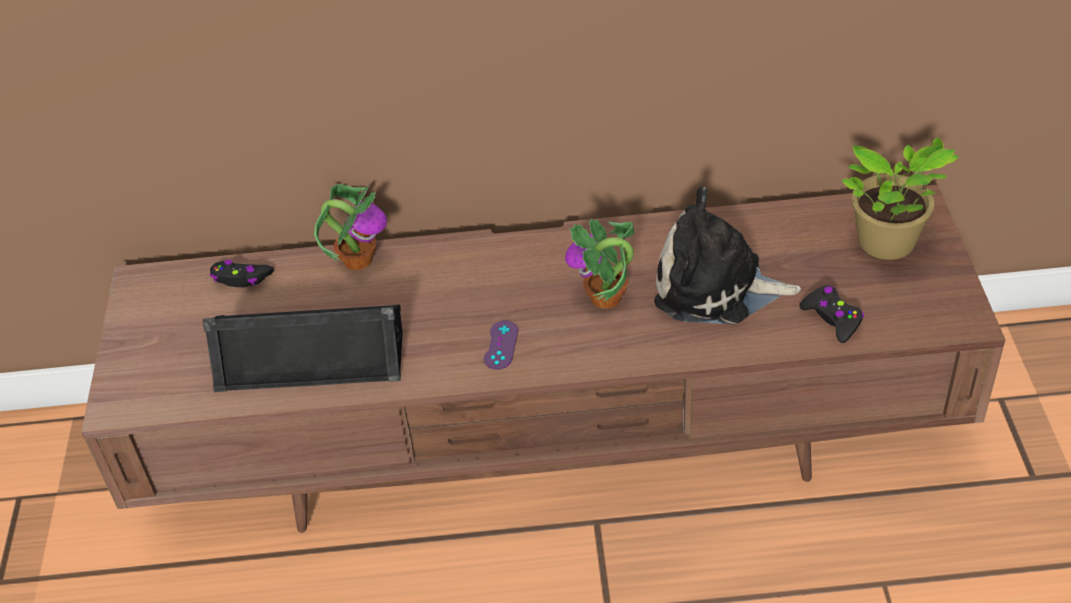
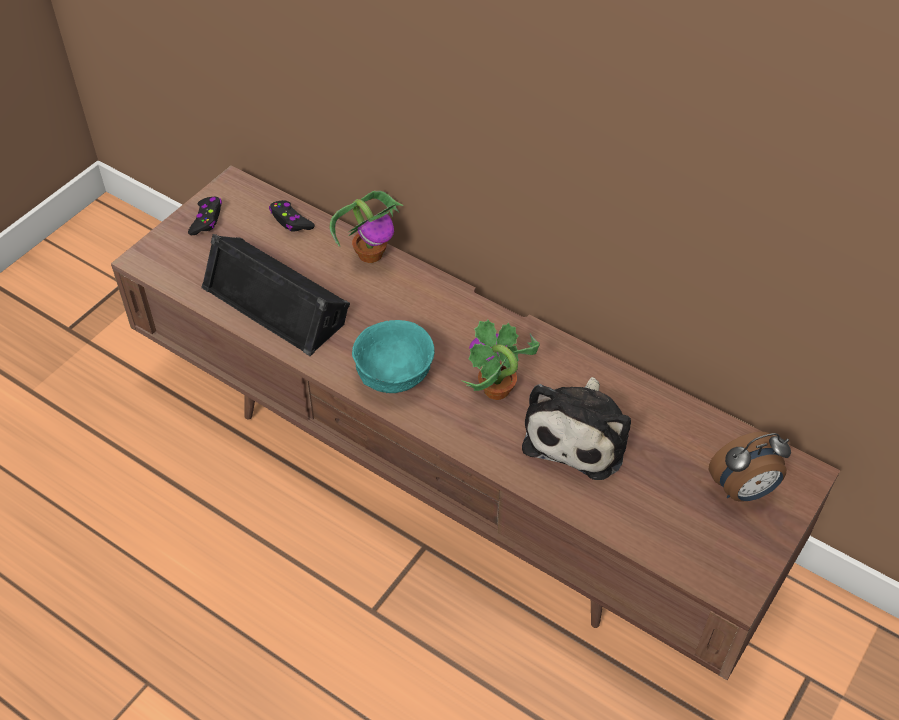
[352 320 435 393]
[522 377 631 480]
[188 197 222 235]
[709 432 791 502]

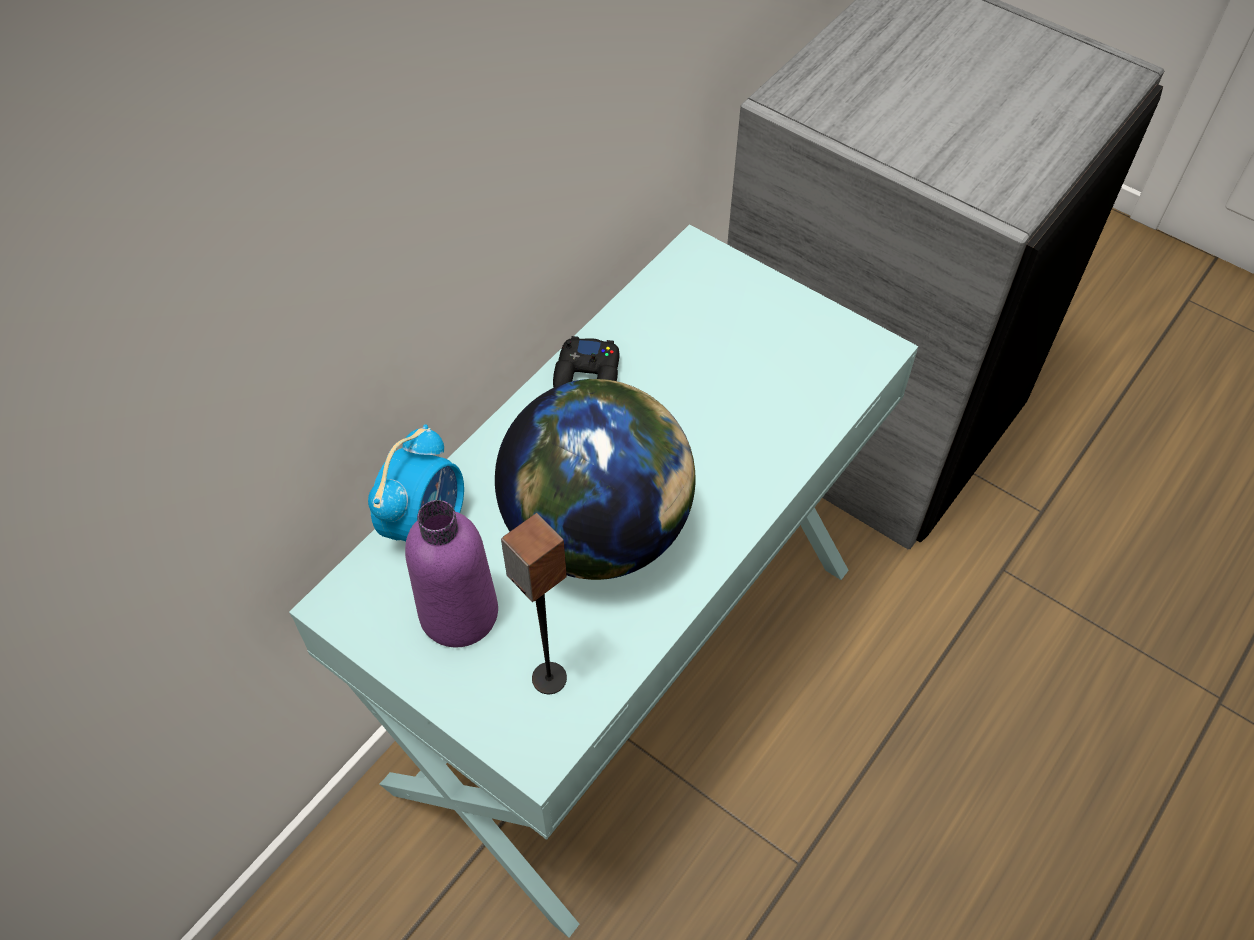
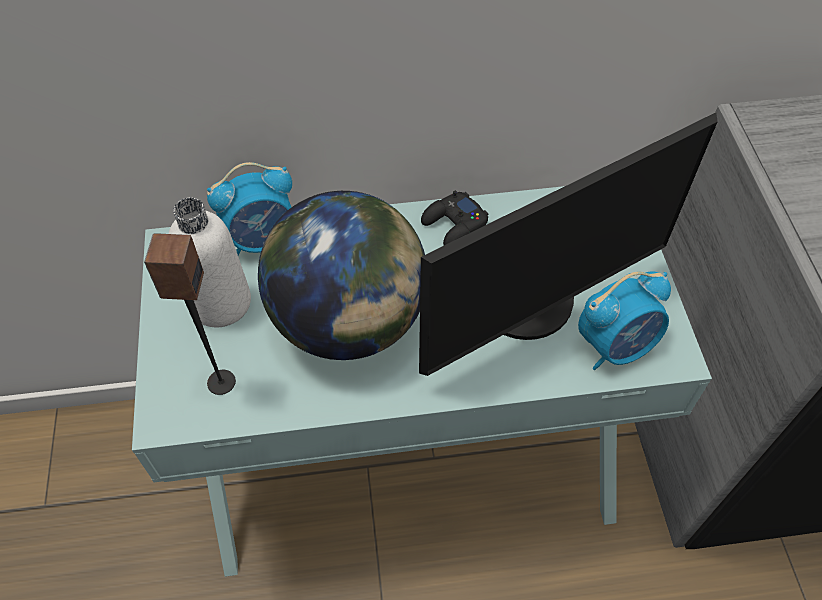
[169 198 251 327]
[419 113 718 376]
[578 271 671 370]

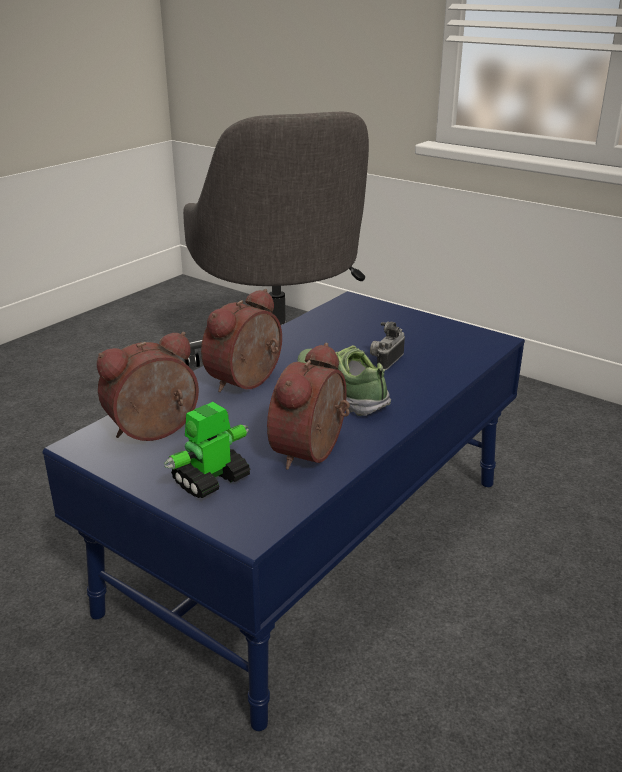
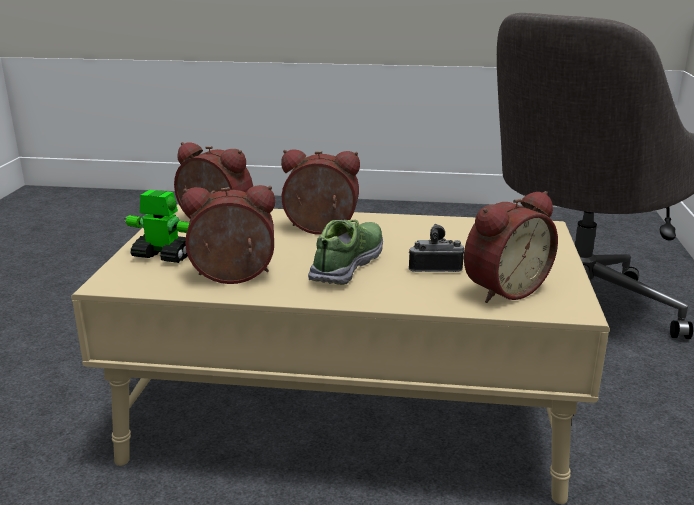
[71 204 610 504]
[464 191 558 303]

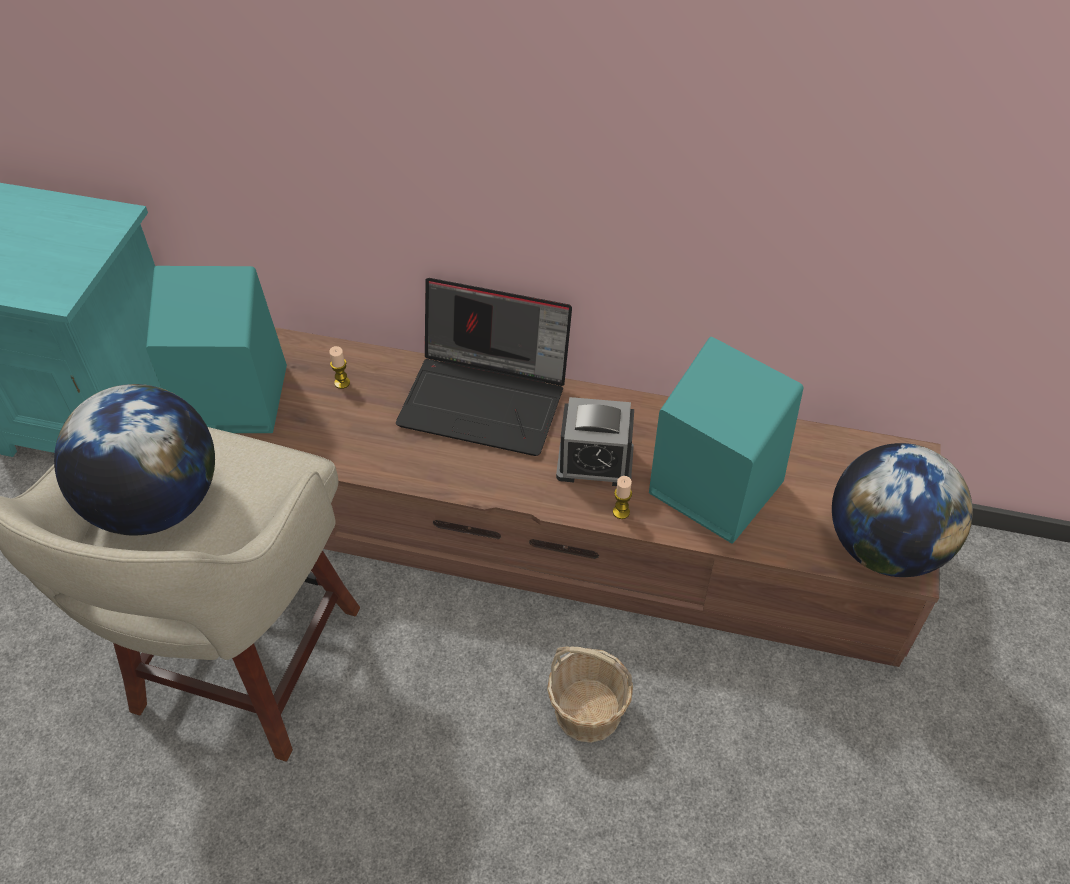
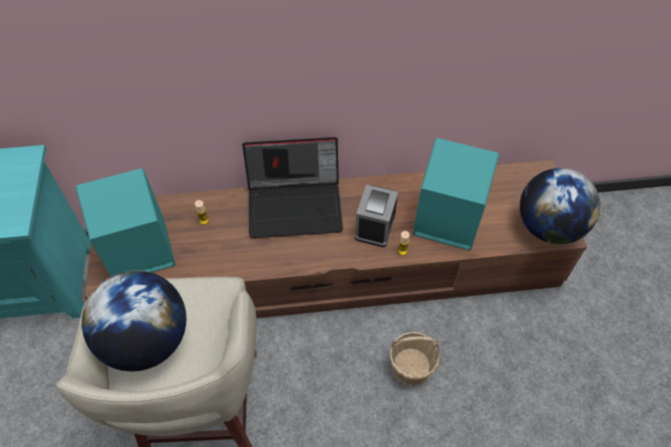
[355 185 398 247]

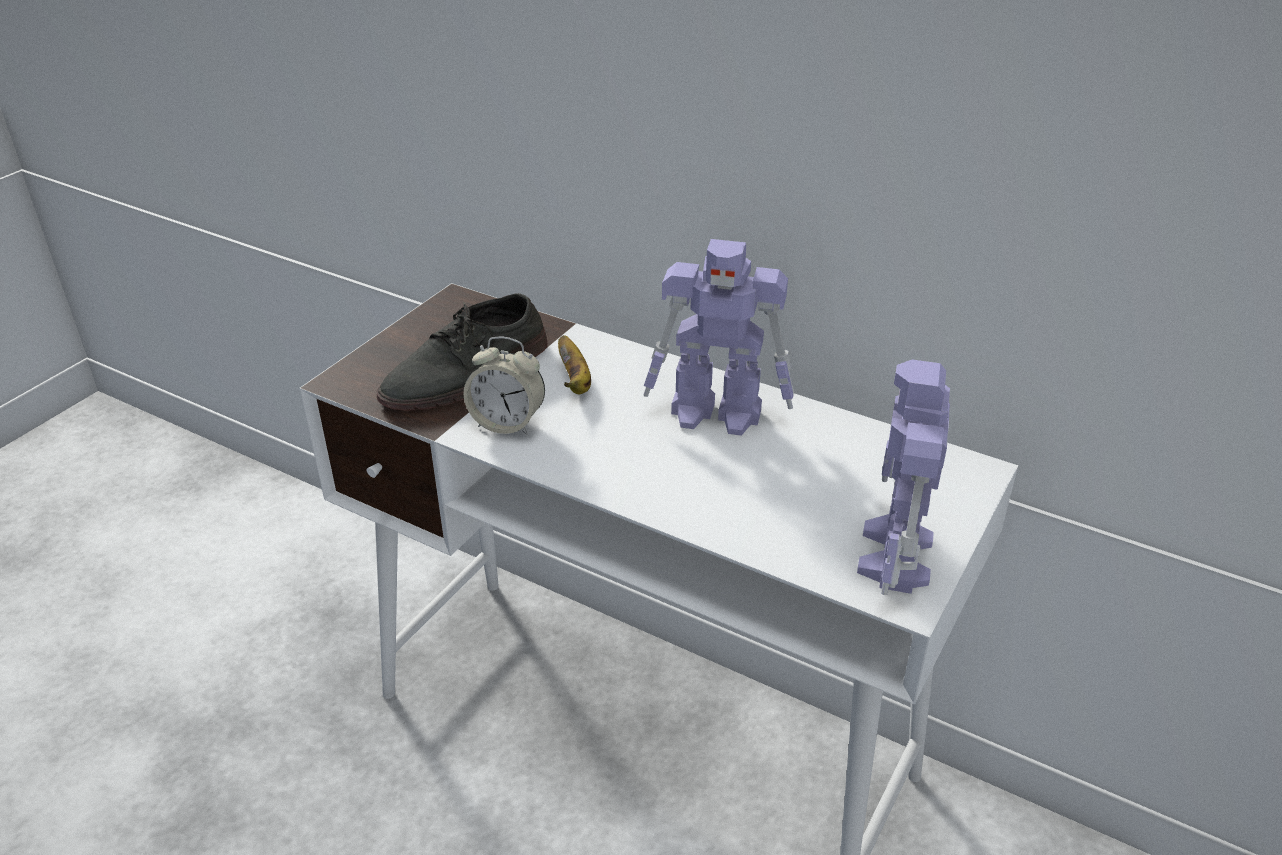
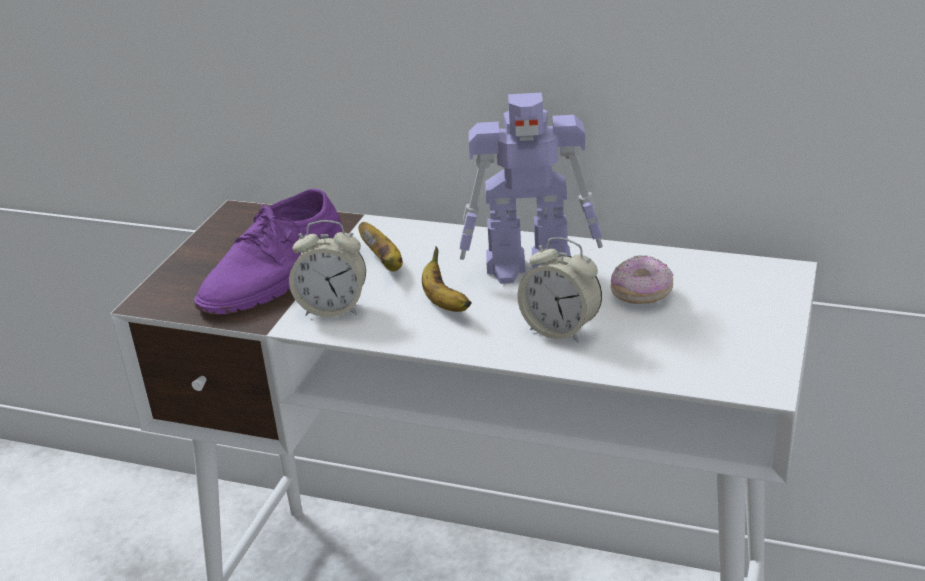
[194 189 342 315]
[857 360 950 595] (first image)
[422 246 472 312]
[517 237 602 343]
[611 255 673 304]

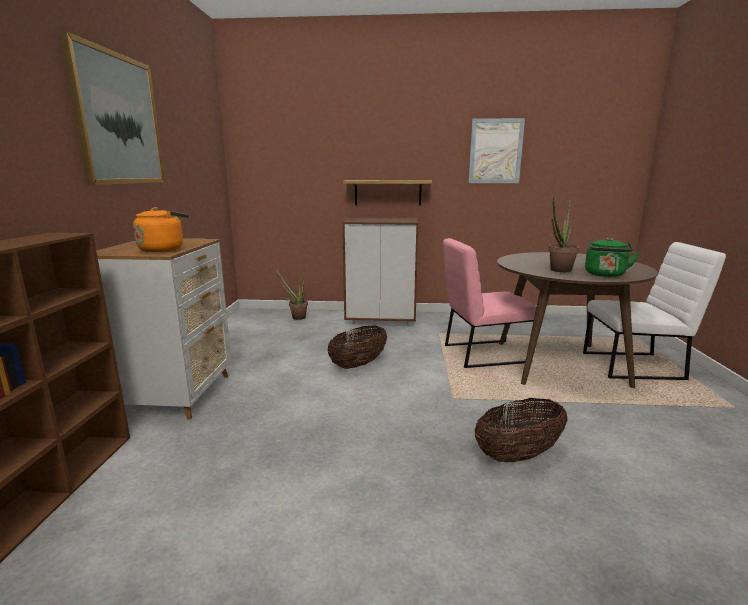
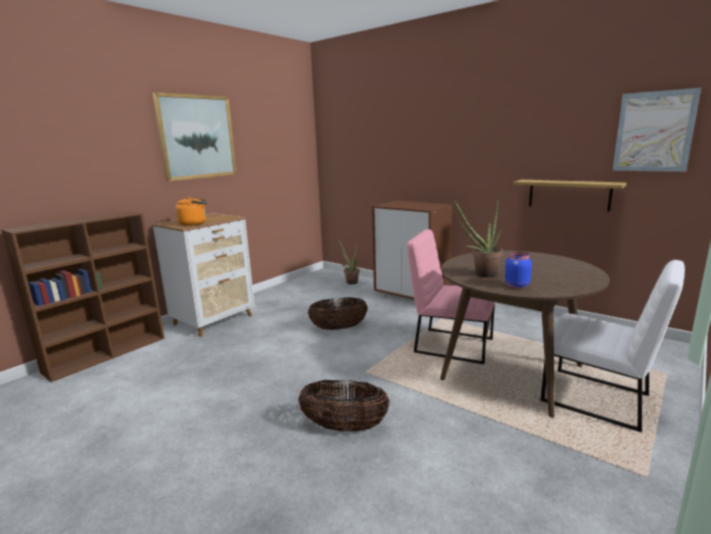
[513 180 627 211]
[613 88 701 172]
[504 252 532 289]

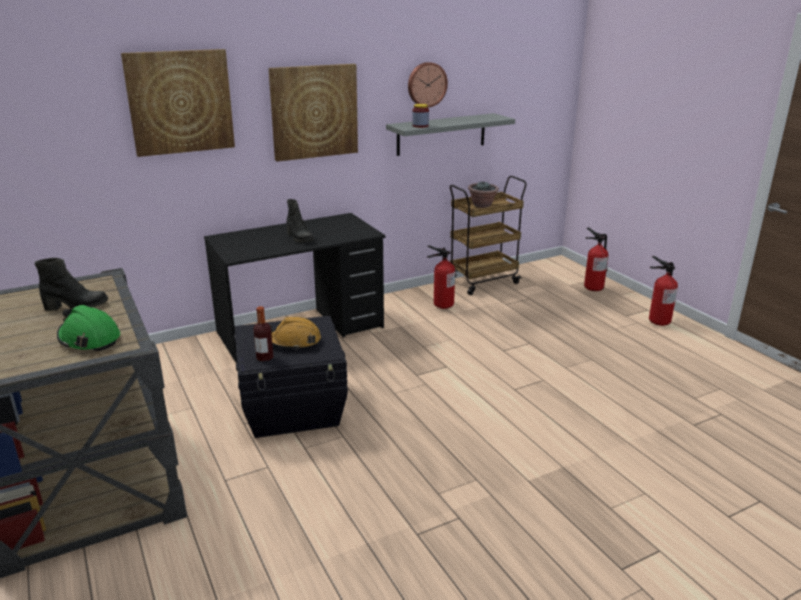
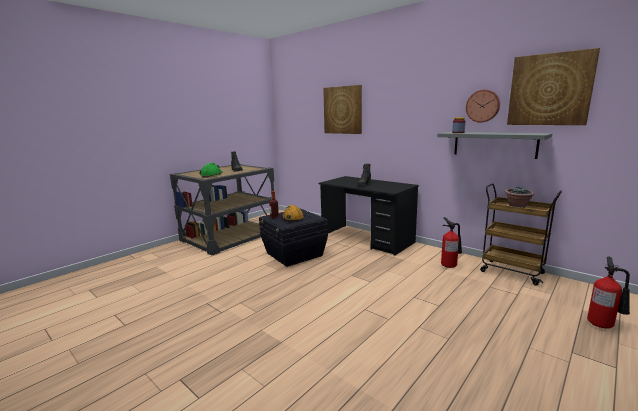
[507 48 600 125]
[649 256 678 326] (first image)

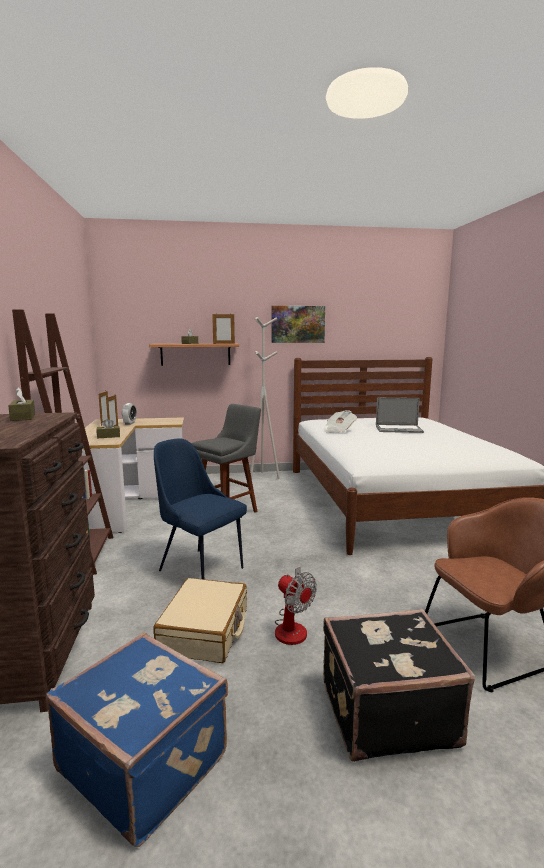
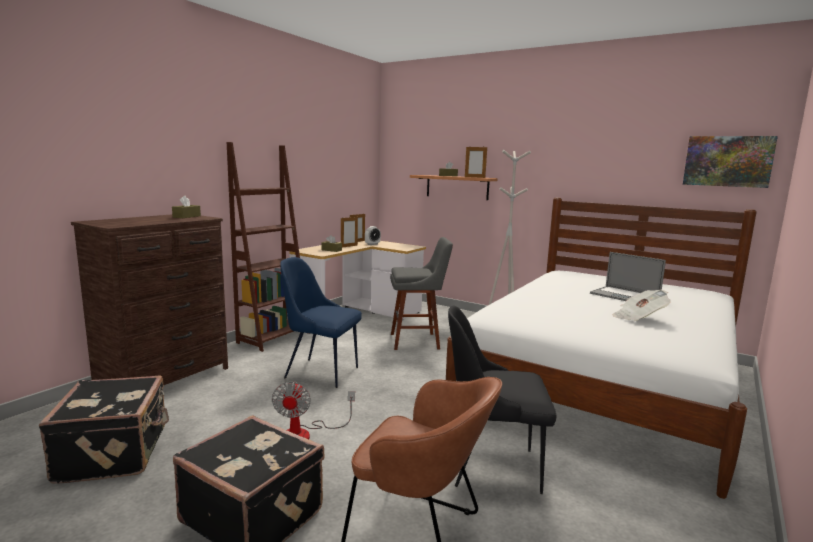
[39 375 169 484]
[153 578 247 663] (first image)
[280 257 362 388]
[683 136 778 188]
[613 290 670 321]
[448 306 557 494]

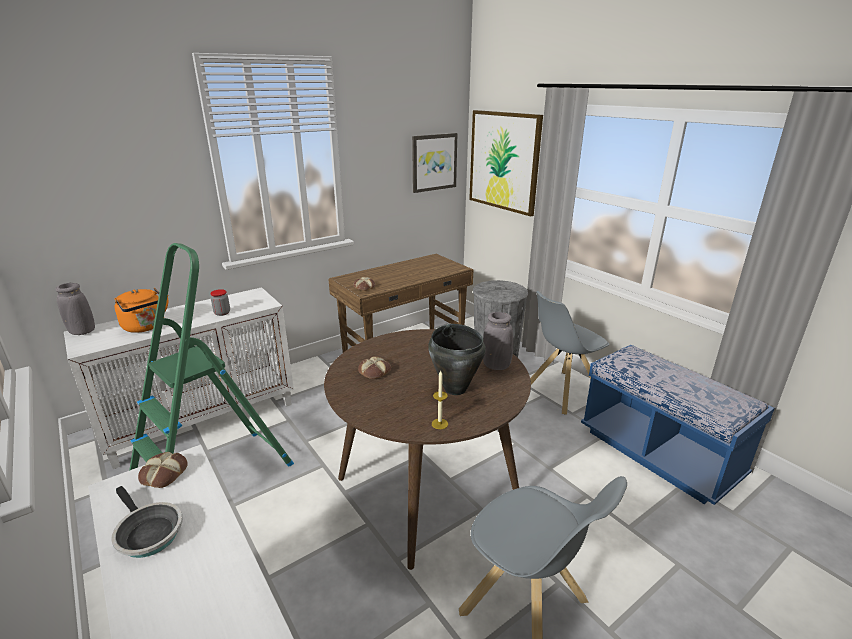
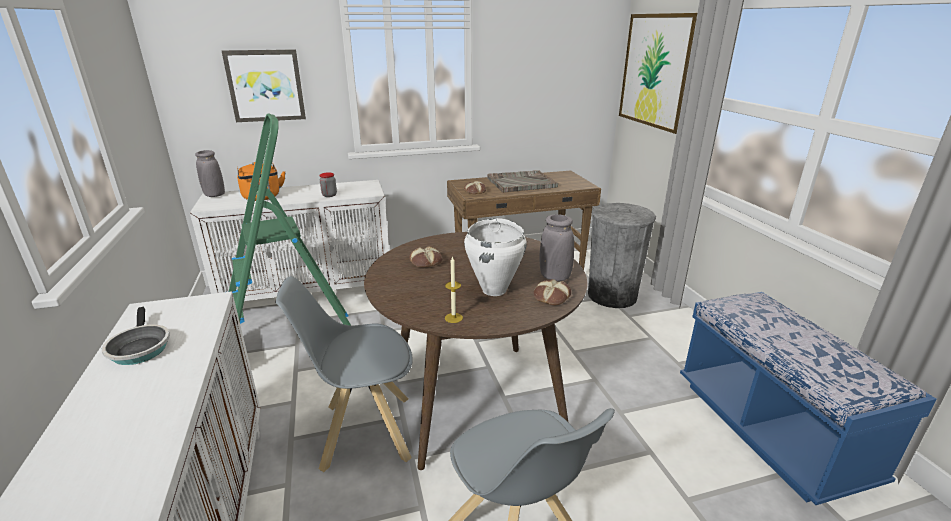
[534 279 571 306]
[222 49 306 122]
[464 218 527 296]
[275 276 413 472]
[487 170 558 193]

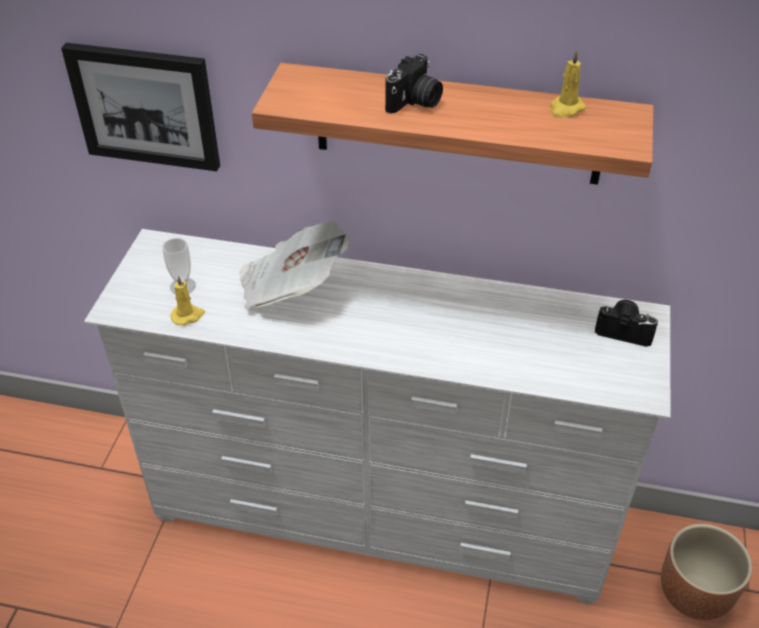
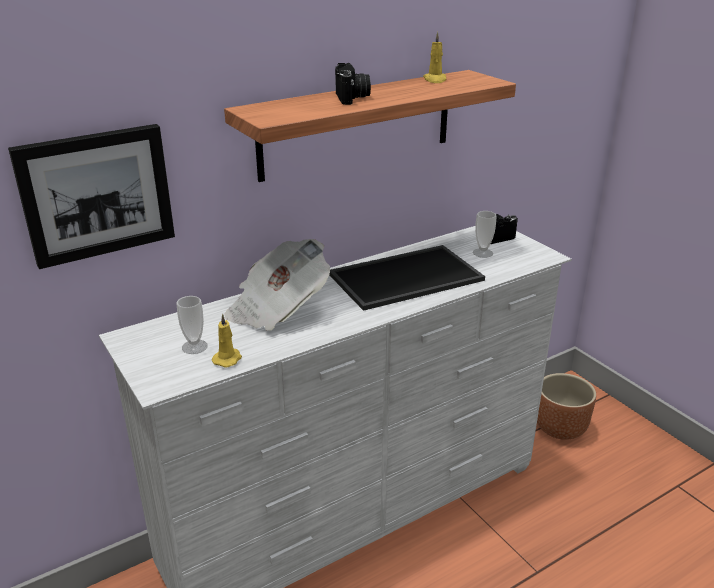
[329 245 485 311]
[473 211 496 258]

